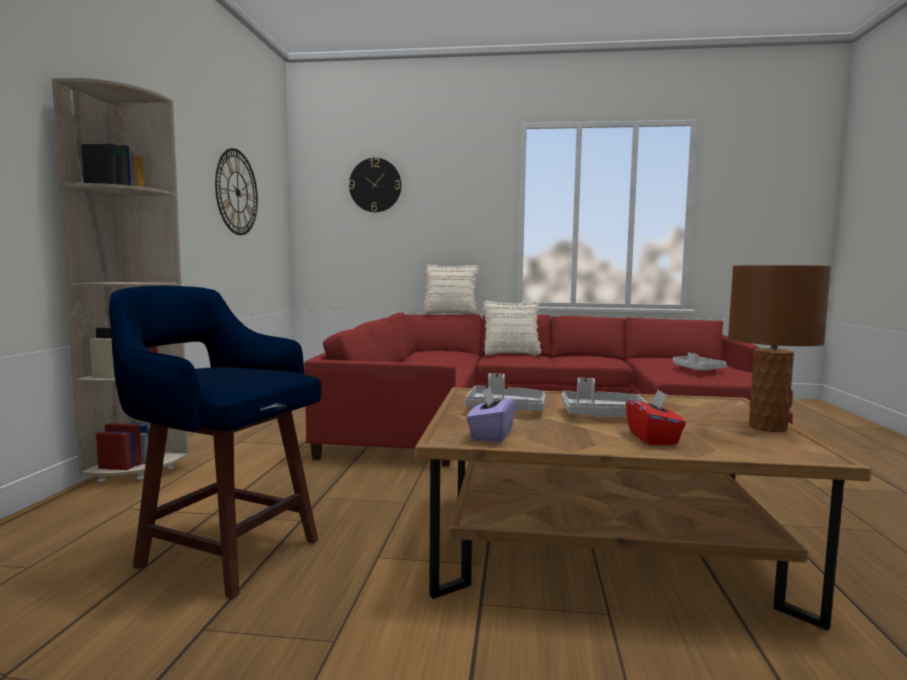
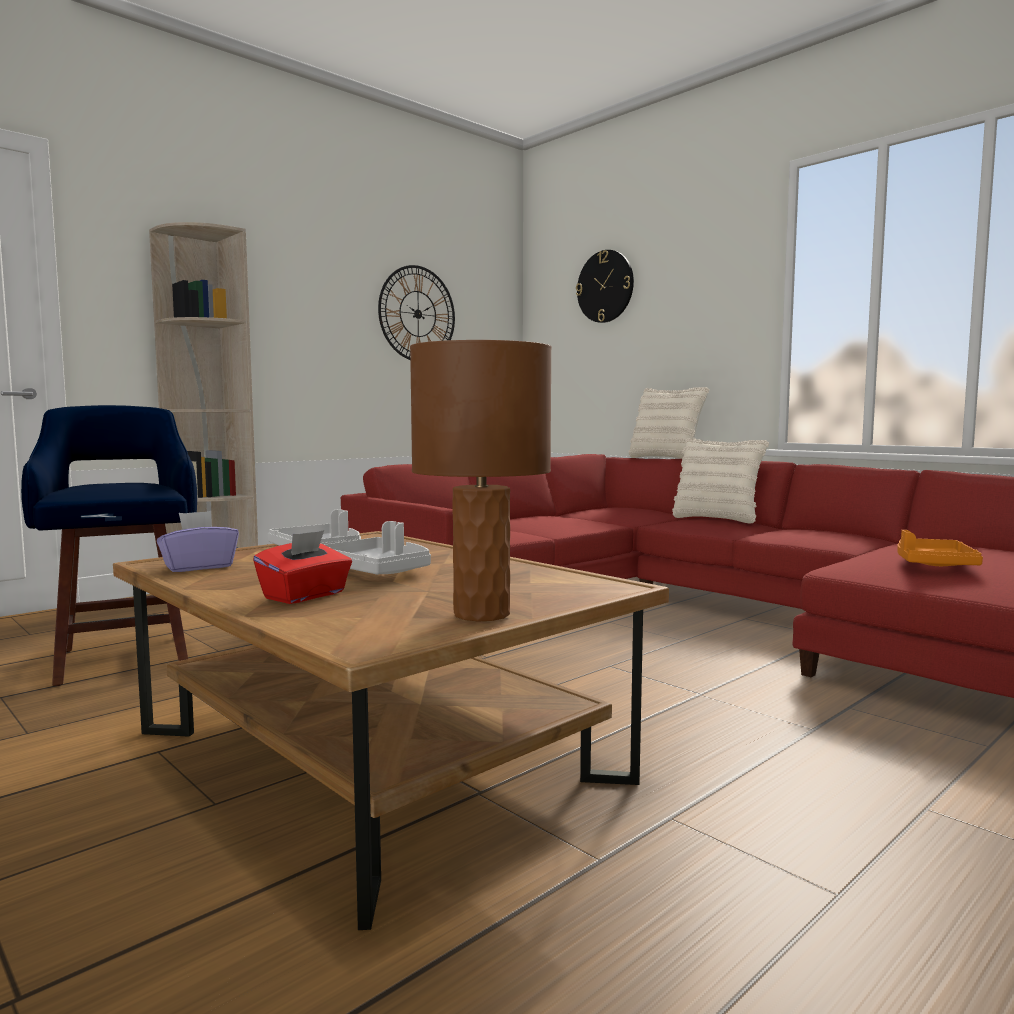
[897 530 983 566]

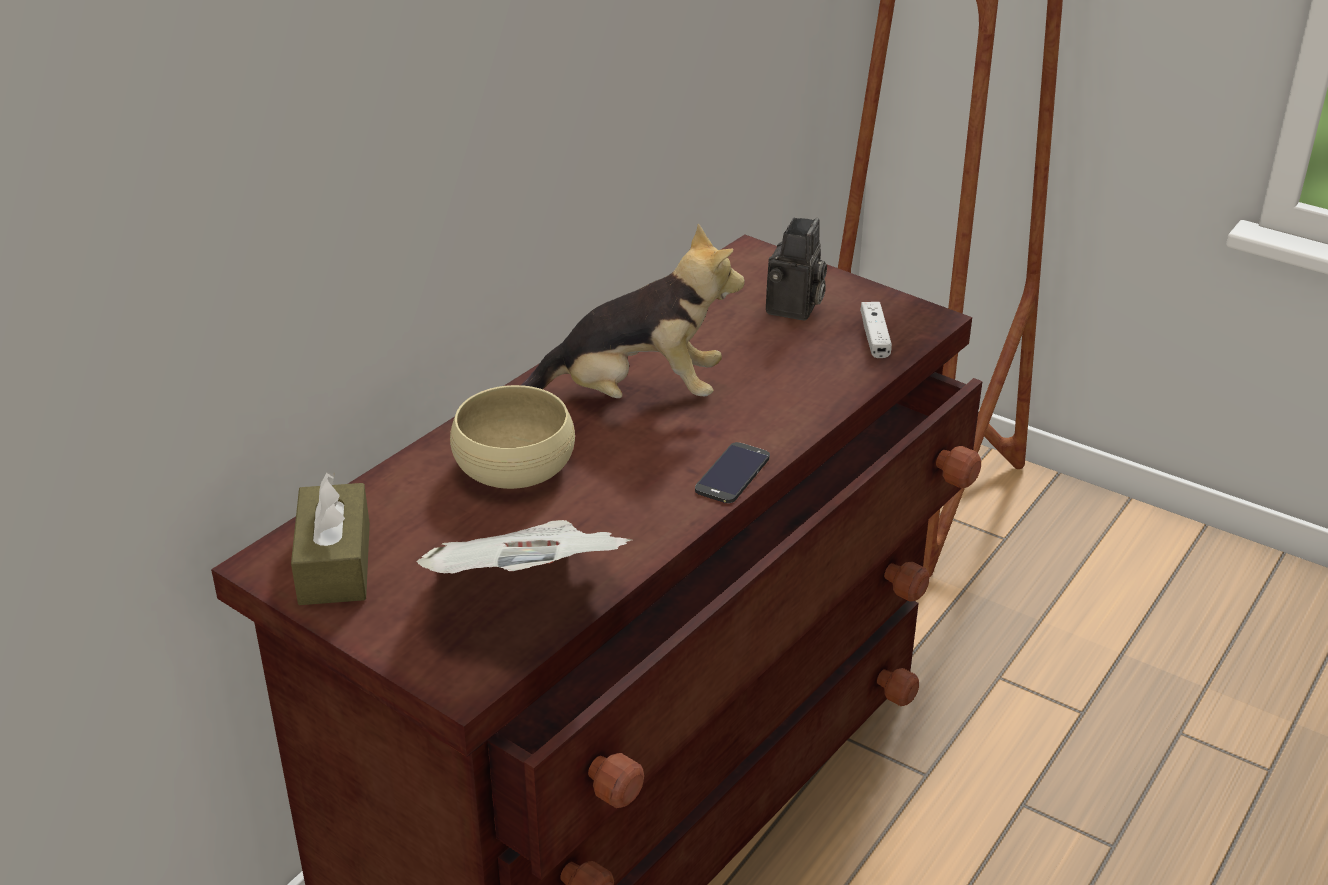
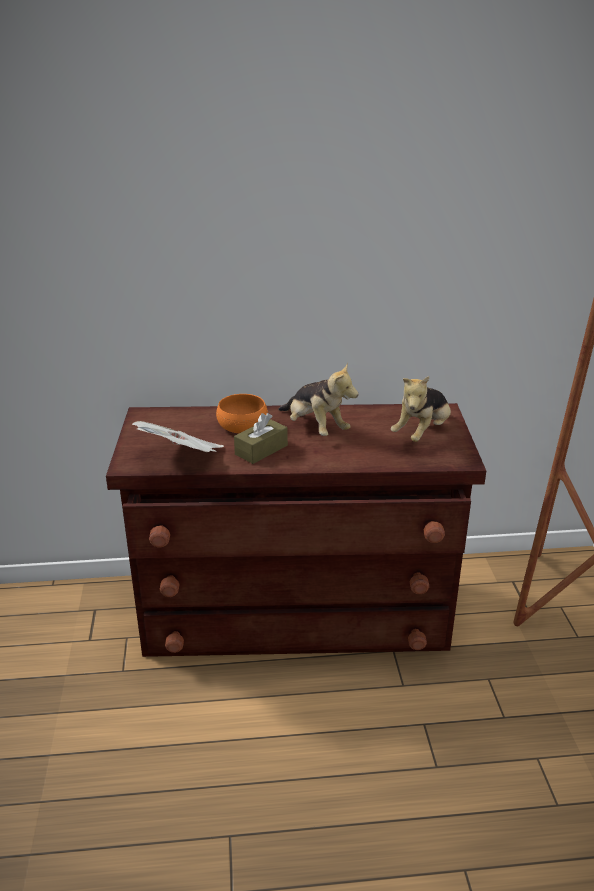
[234 413 288 464]
[216 394 268 433]
[695 442 770 503] (first image)
[391 376 451 442]
[860 302 892 358] (first image)

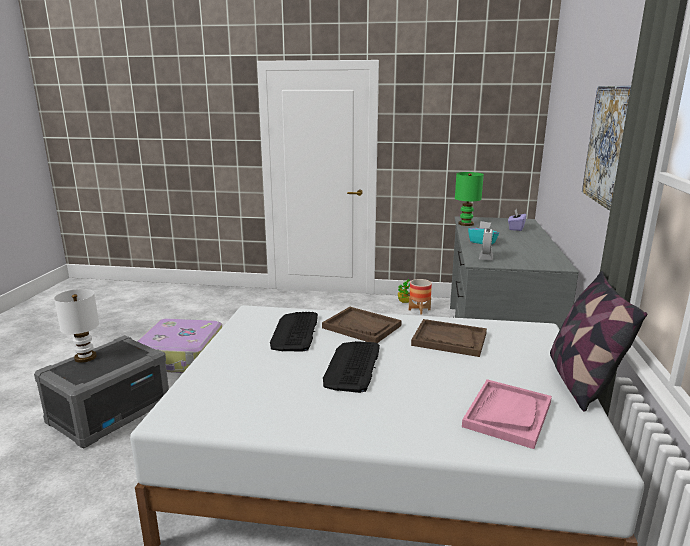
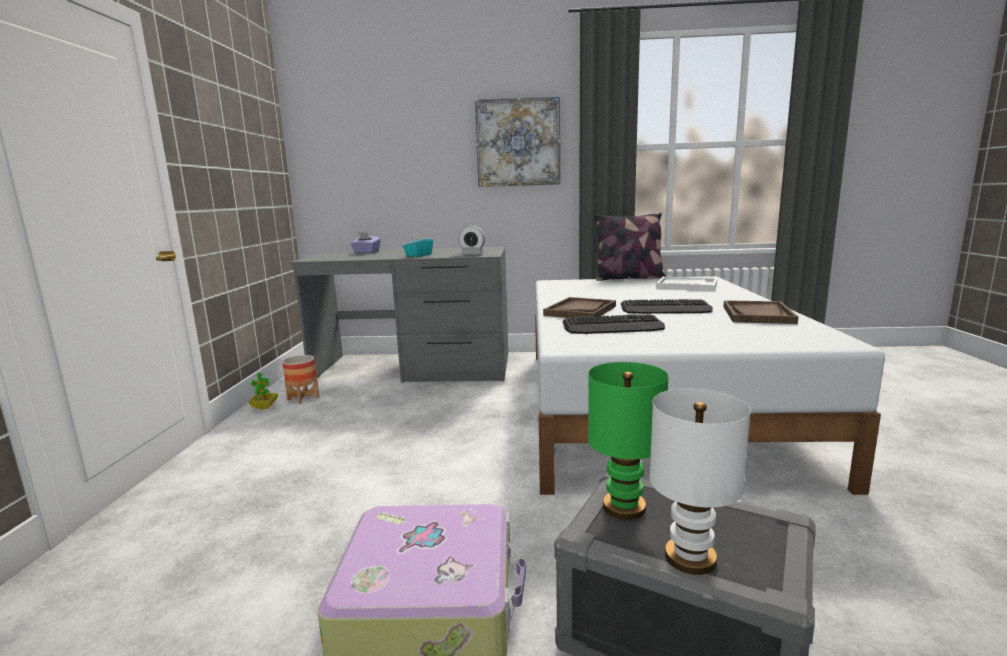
[723 300 798 324]
[588 362 669 520]
[656 277 717 291]

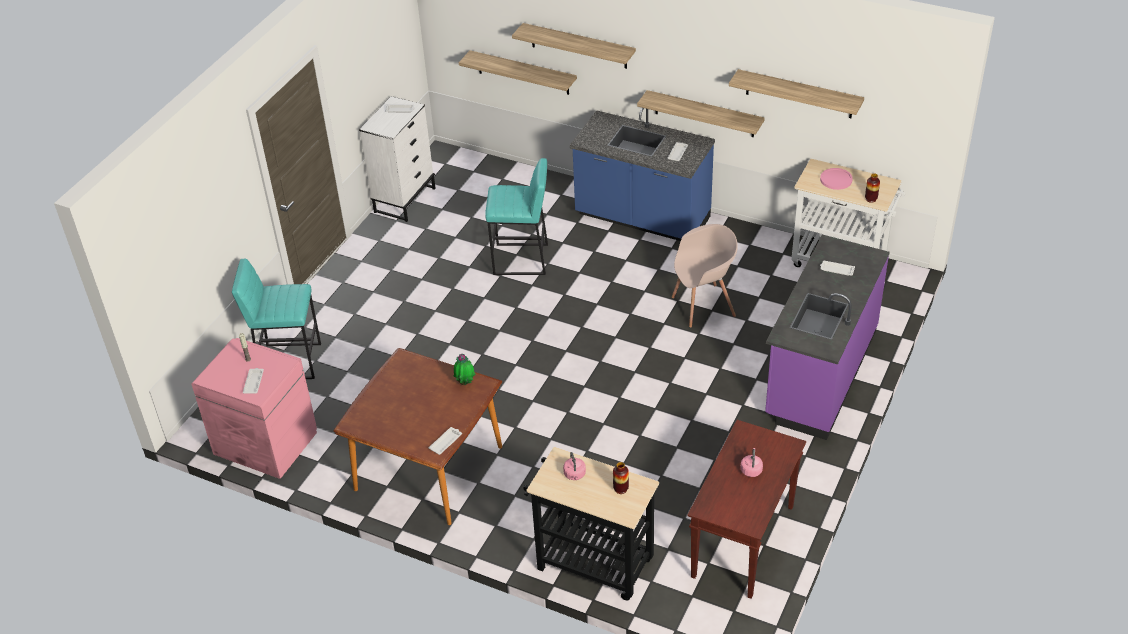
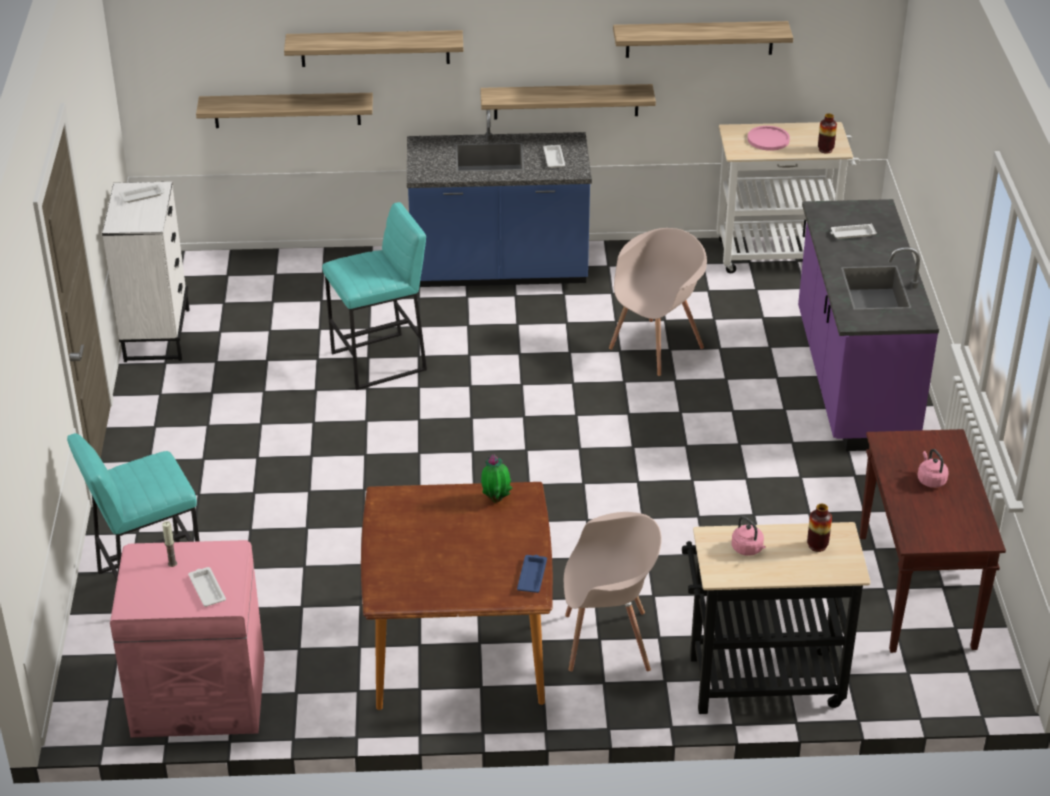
[517 555 547 593]
[564 512 662 671]

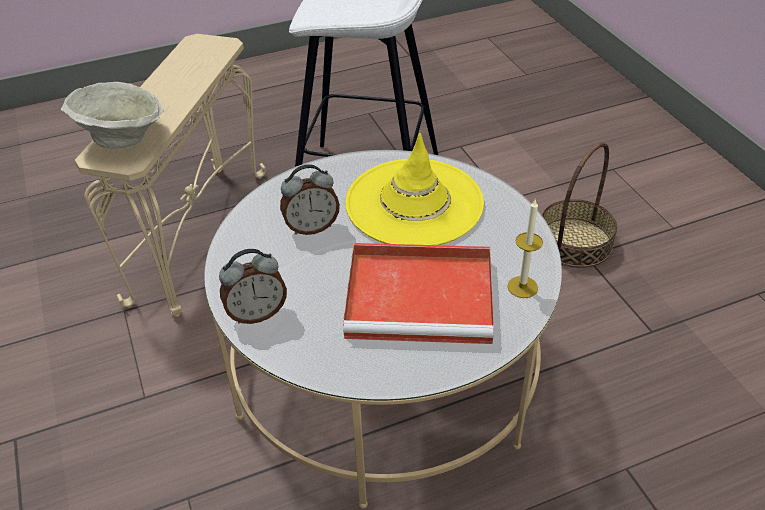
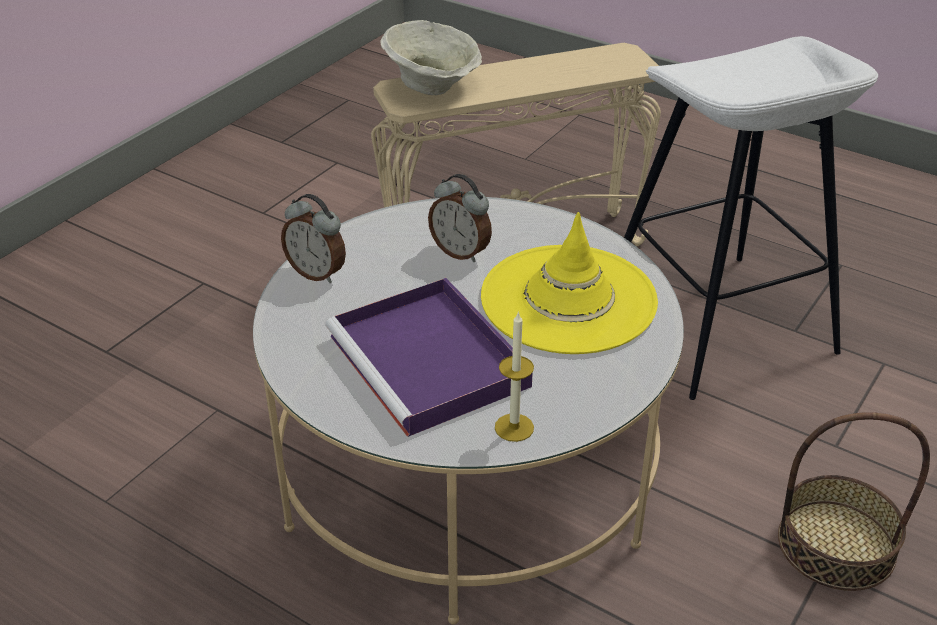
[325 278 533 437]

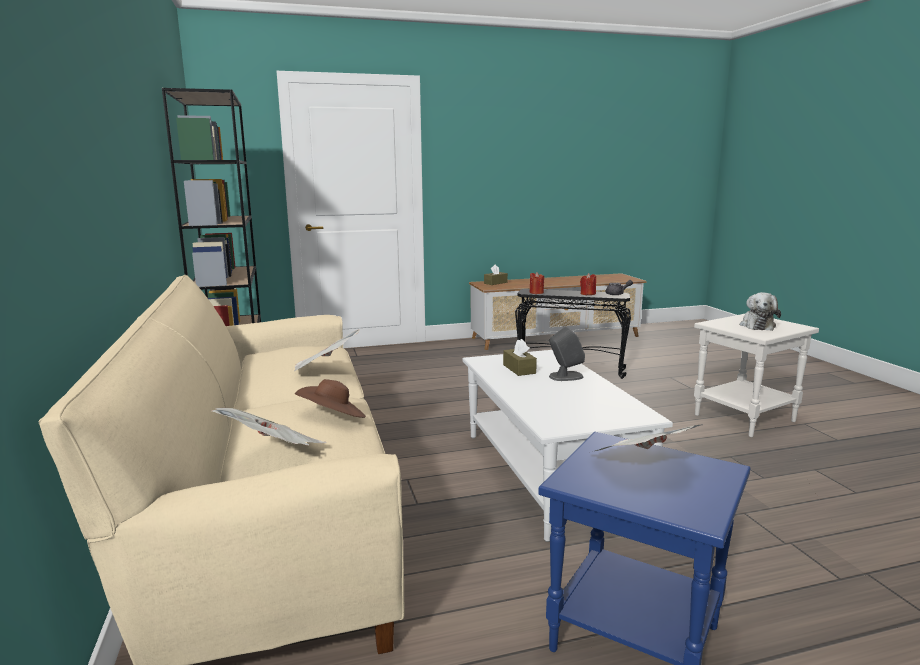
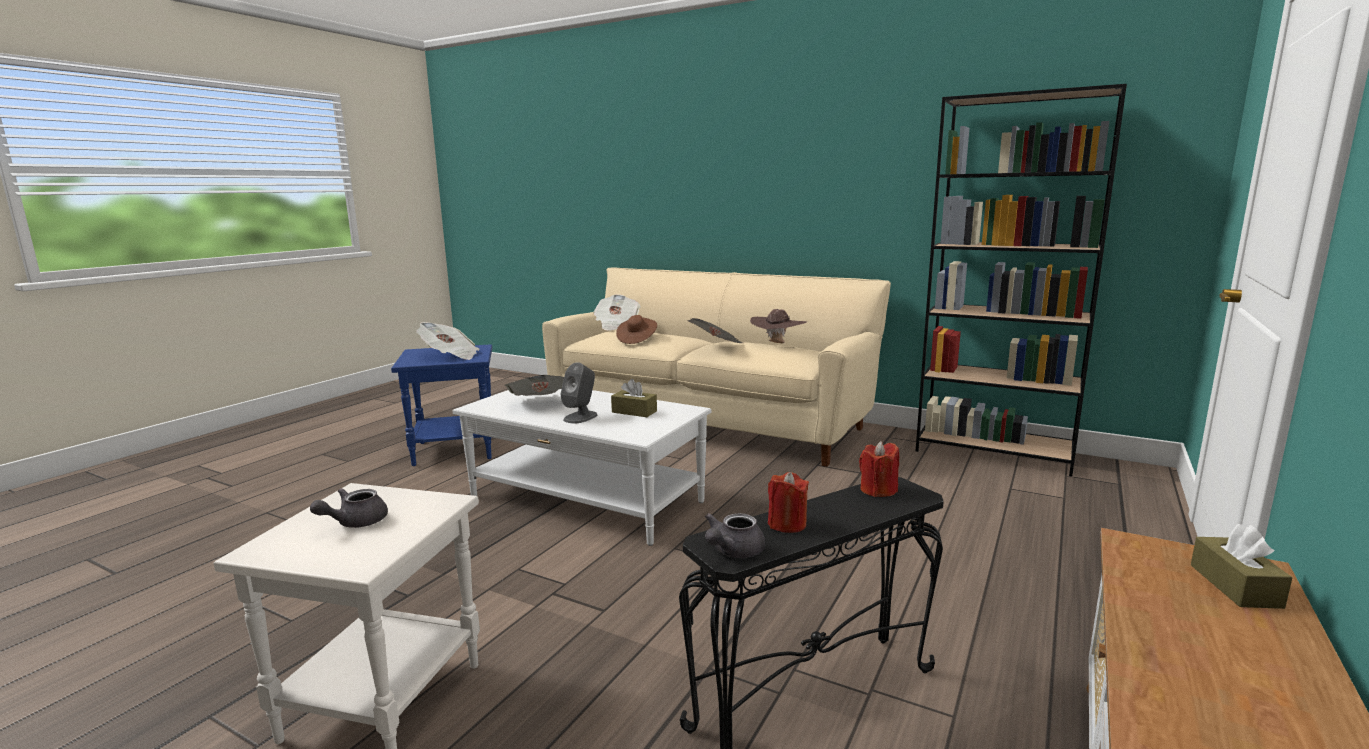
[310 488 388 528]
[505 375 564 396]
[750 309 807 343]

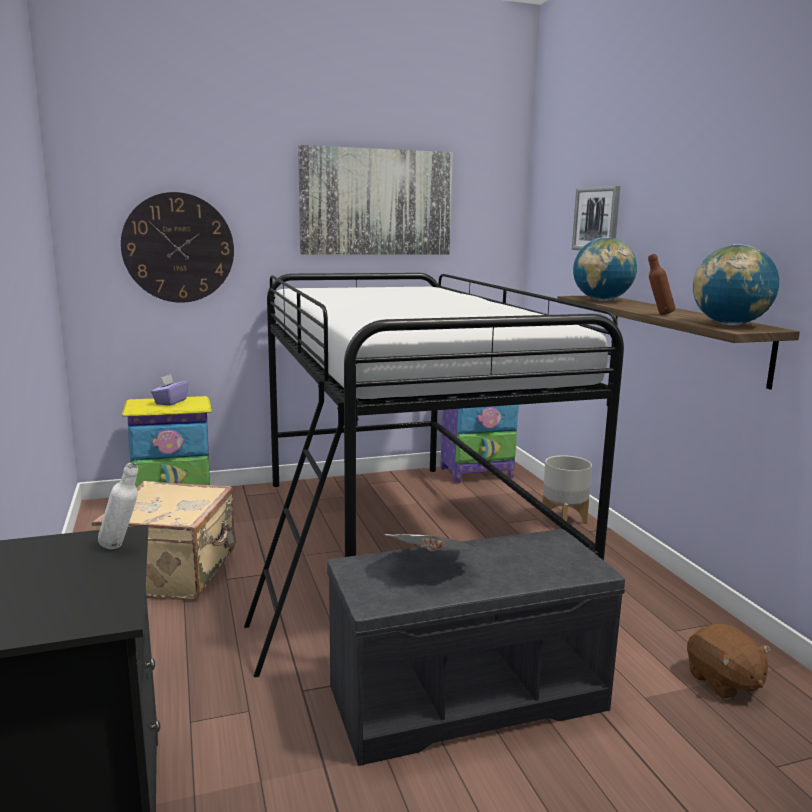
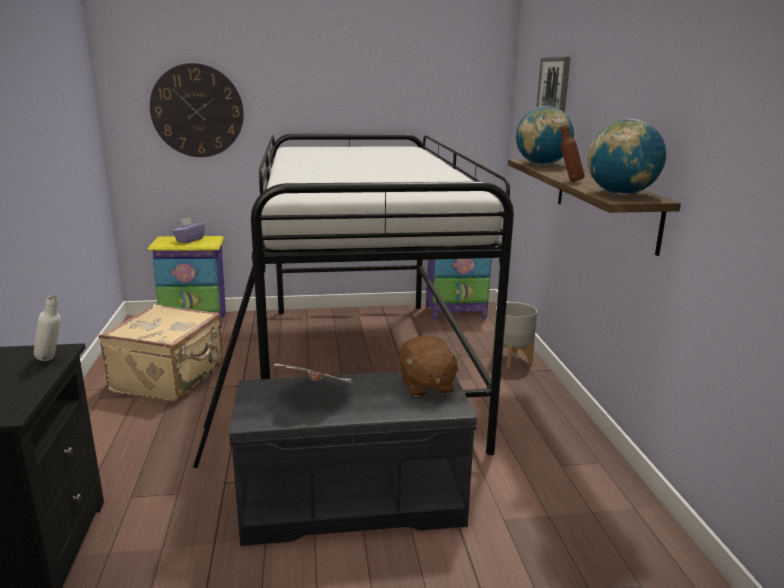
[298 145 453 255] (first image)
[399 335 462 397]

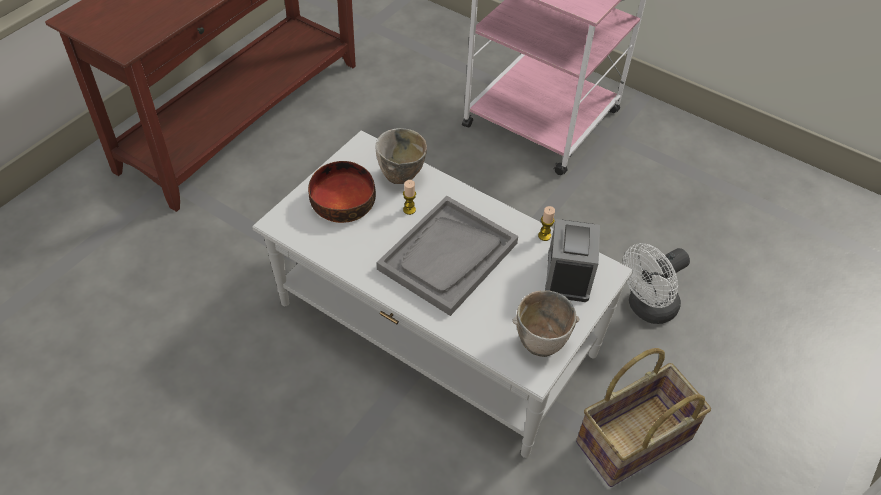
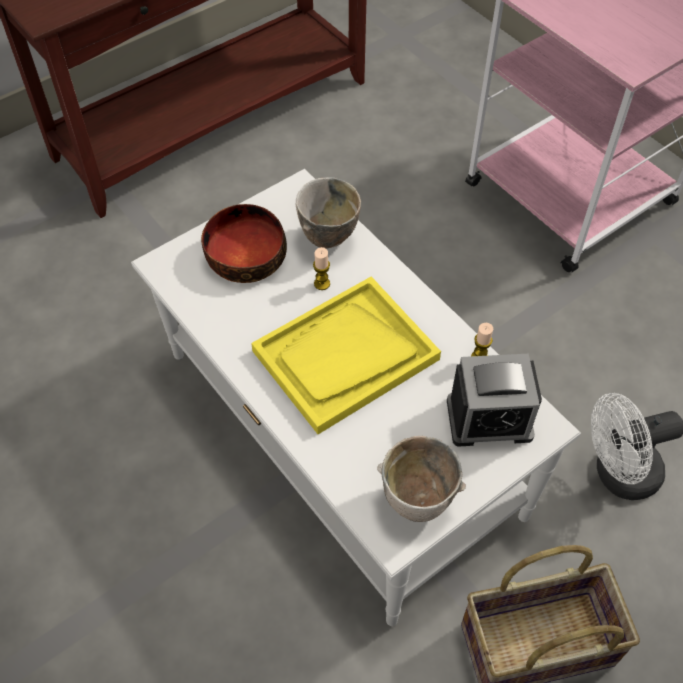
[251 276 441 434]
[447 354 542 447]

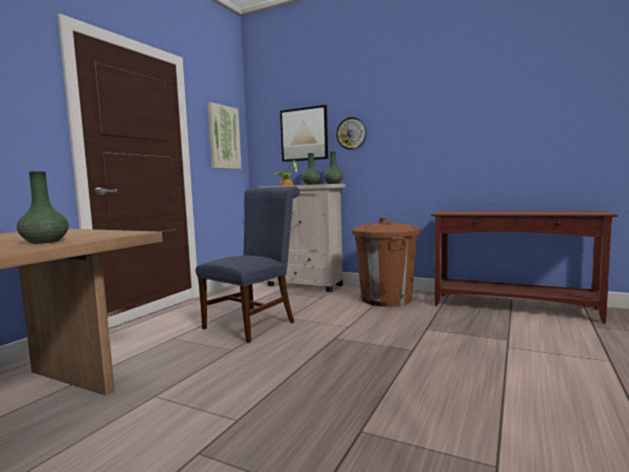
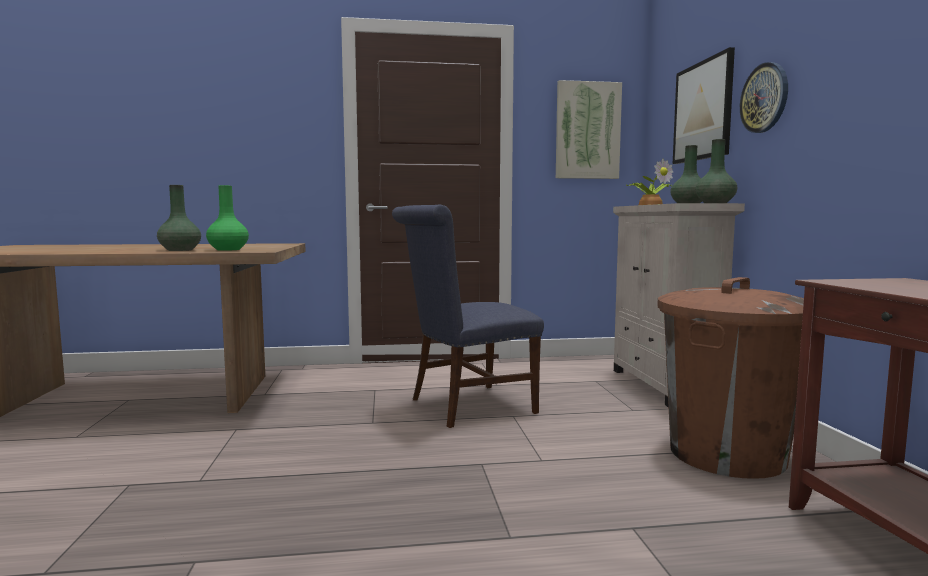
[392 205 544 428]
[206 185 249 251]

